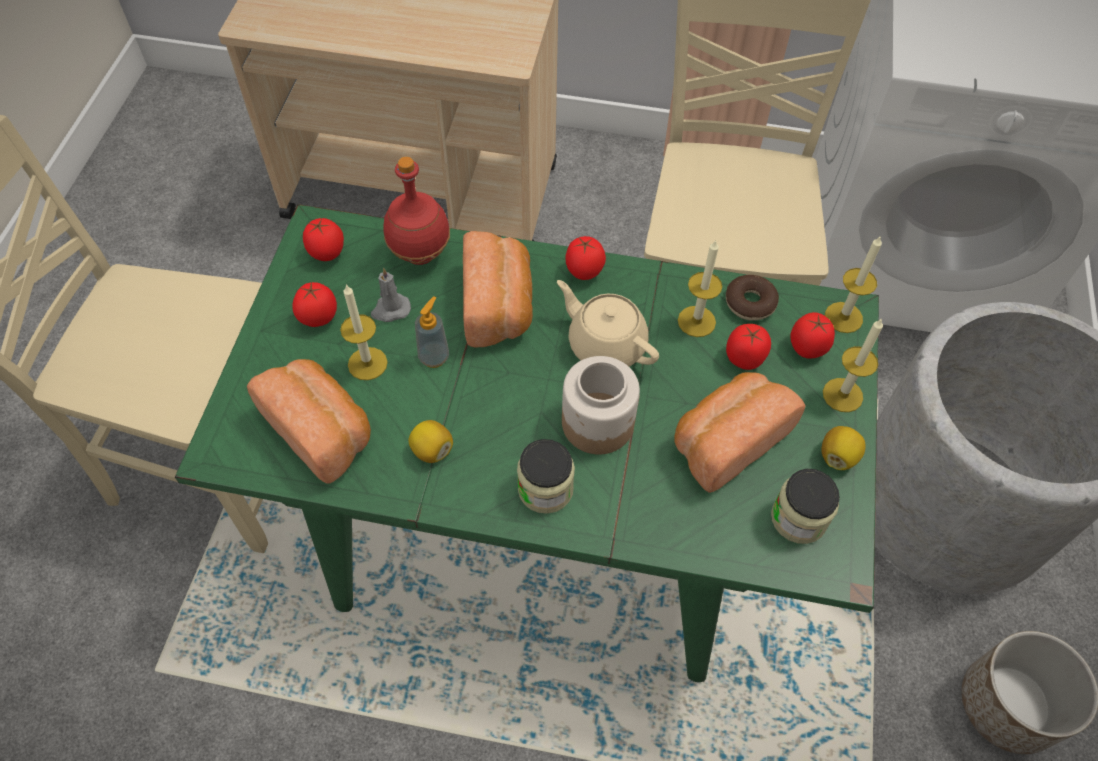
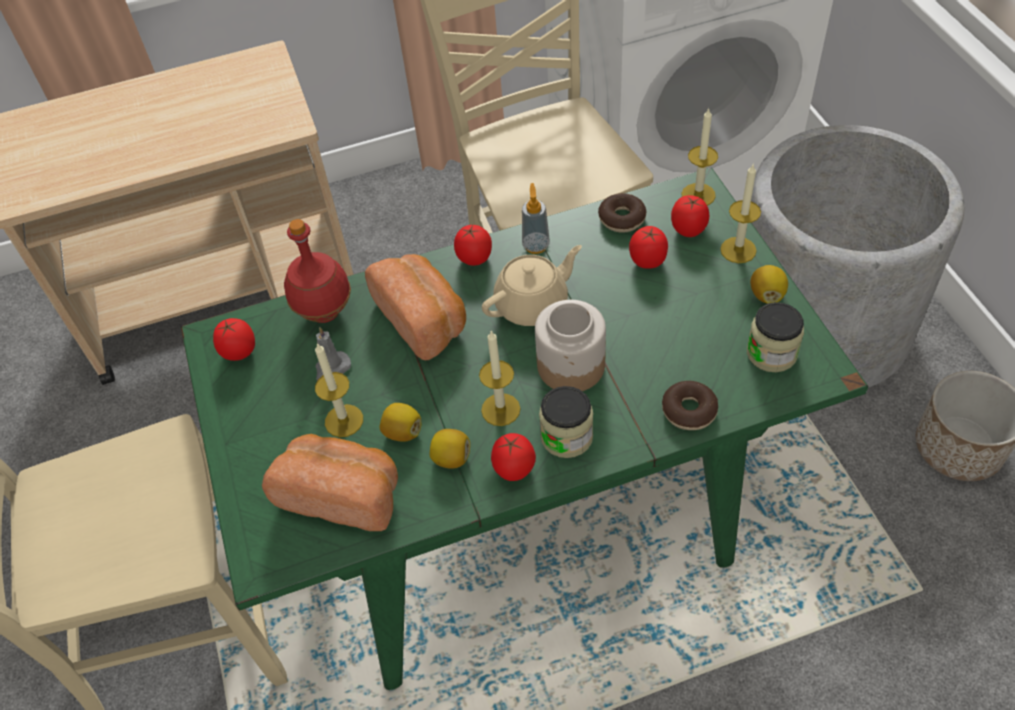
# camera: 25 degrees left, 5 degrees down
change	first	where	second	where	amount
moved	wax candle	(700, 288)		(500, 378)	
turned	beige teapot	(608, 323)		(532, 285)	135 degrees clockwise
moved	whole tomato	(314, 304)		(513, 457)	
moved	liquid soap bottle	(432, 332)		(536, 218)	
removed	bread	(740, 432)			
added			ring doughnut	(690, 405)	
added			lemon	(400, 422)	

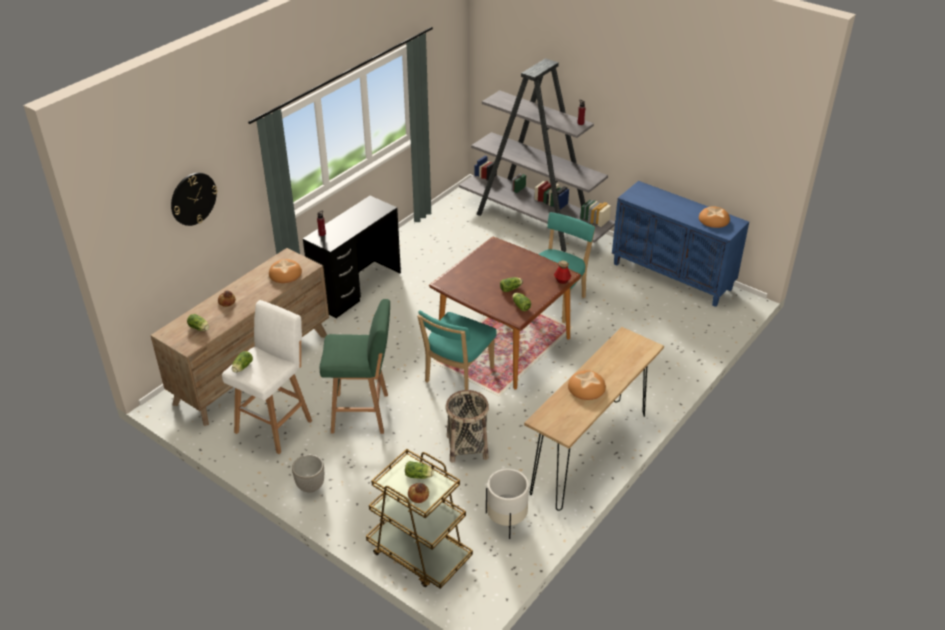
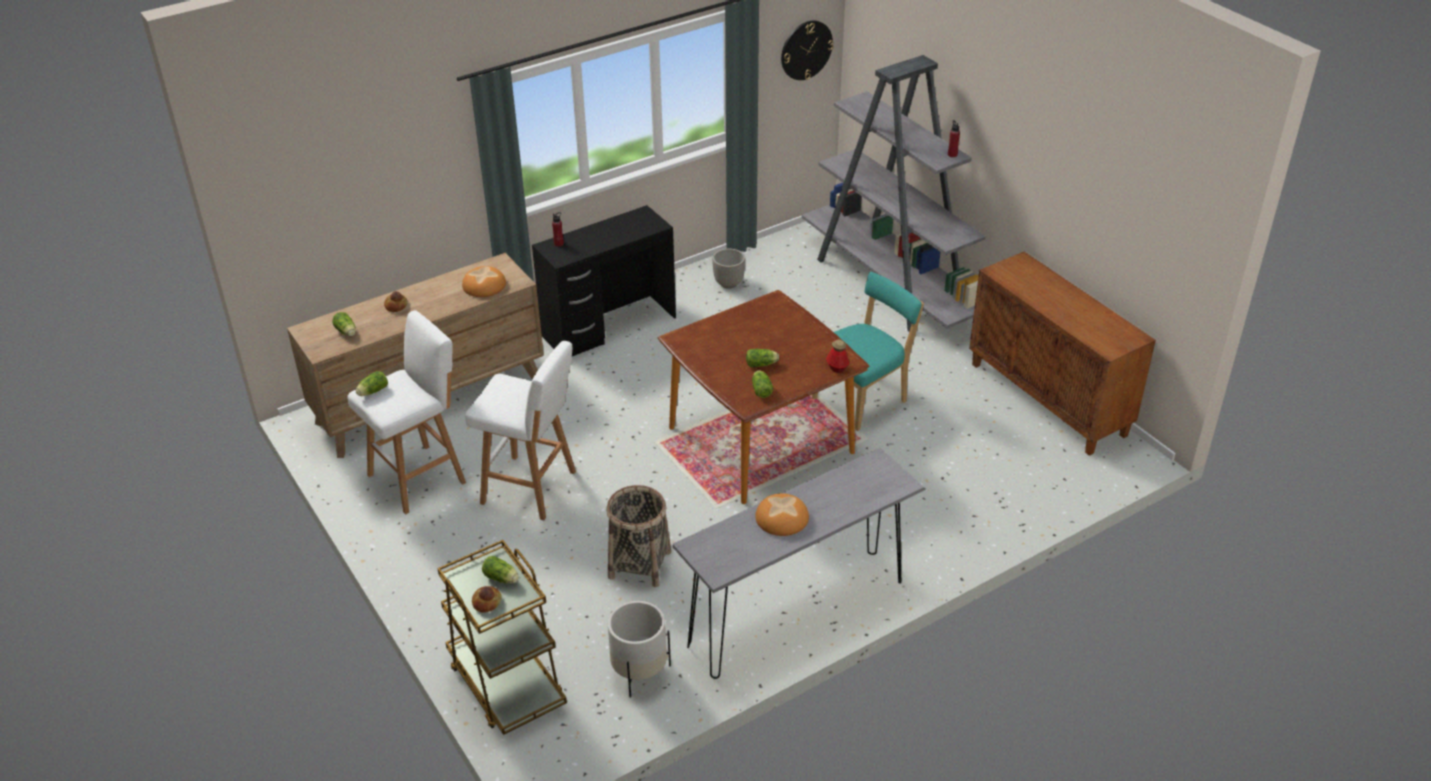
# camera: 20 degrees right, 0 degrees up
change	first	where	second	where	amount
moved	hanging clock	(194, 199)		(807, 50)	
recoloured	blue-coloured storage cabinet	(680, 244)	brown storage cabinet	(1062, 354)	
removed	bread	(714, 217)			
recoloured	greenish stool seat	(355, 366)	white-coloured stool seat	(520, 430)	
removed	turquoise plain chair	(457, 350)			
recoloured	brown console table	(594, 419)	greyish console table	(798, 563)	
moved	flower pot	(308, 473)		(729, 269)	

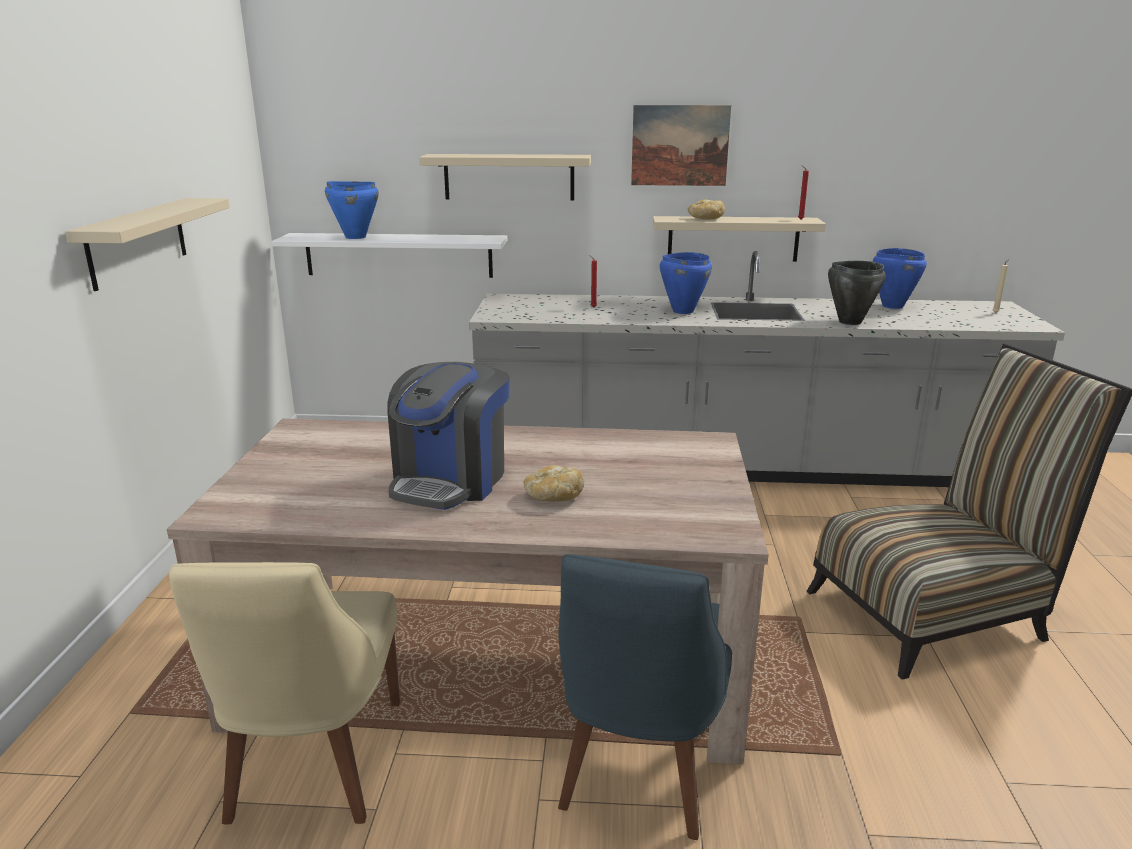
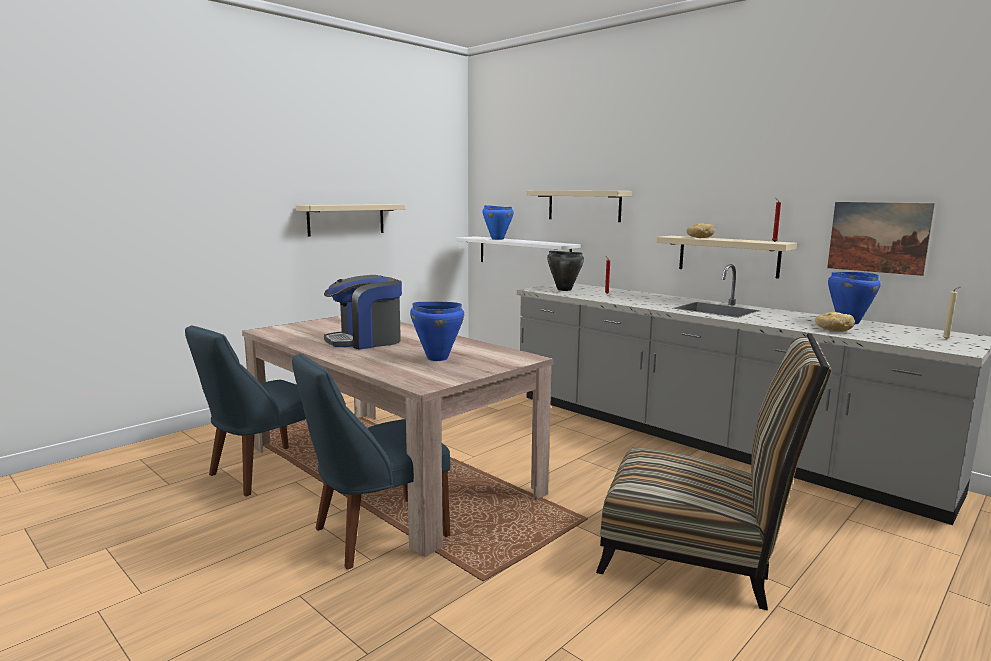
# camera: 40 degrees right, 10 degrees down
change	first	where	second	where	amount
moved	wall art	(681, 145)		(881, 239)	
moved	blue-coloured stockpot	(686, 283)		(437, 331)	
moved	blackish stockpot	(857, 293)		(565, 271)	
moved	bread	(554, 483)		(835, 321)	
recoloured	beige plain chair	(284, 693)	blue-coloured plain chair	(245, 410)	

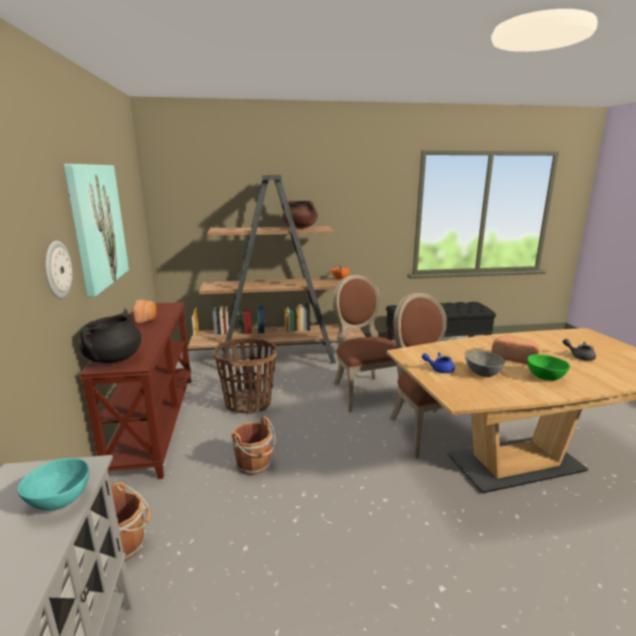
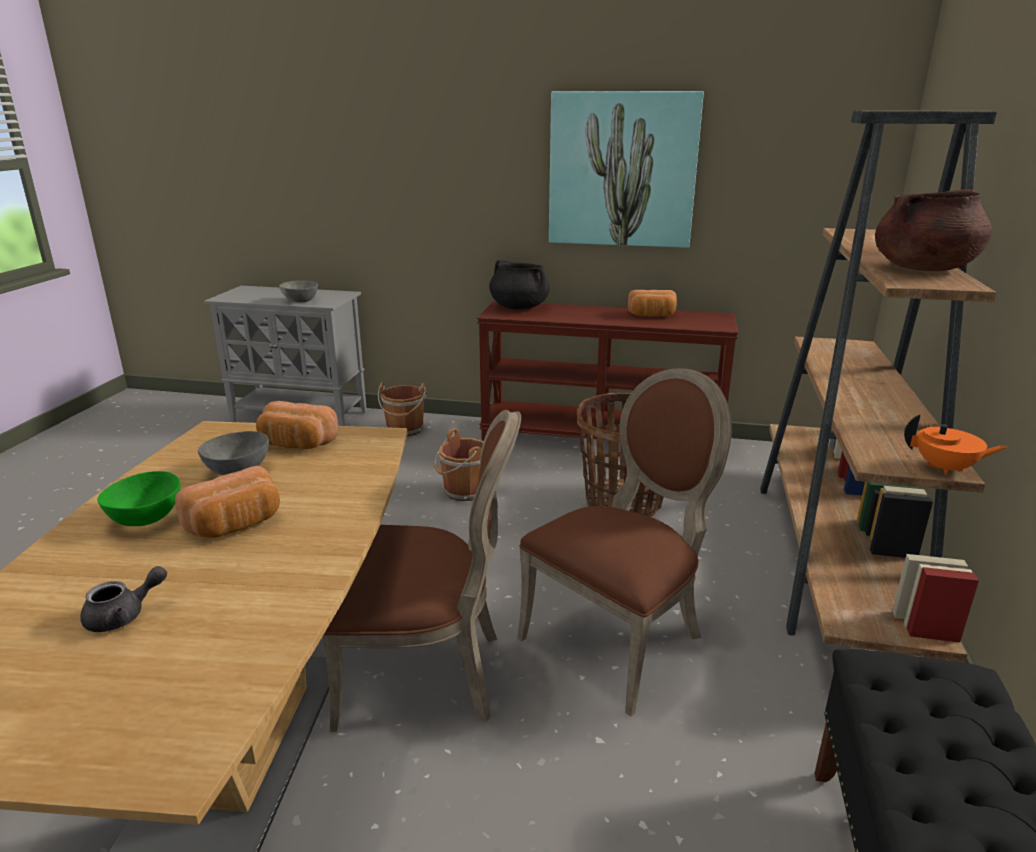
# camera: 110 degrees right, 5 degrees up
change	first	where	second	where	amount
removed	hanging clock	(59, 269)			
turned	brown plain chair	(369, 344)		(624, 542)	45 degrees counterclockwise
replaced	blue-coloured teapot	(438, 362)	bread	(297, 425)	
recoloured	turquoise deep dish	(53, 484)	greyish deep dish	(298, 291)	

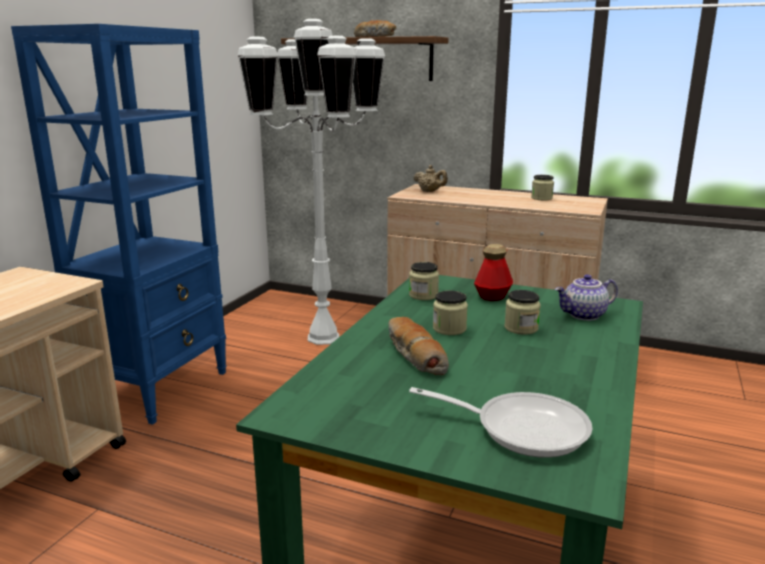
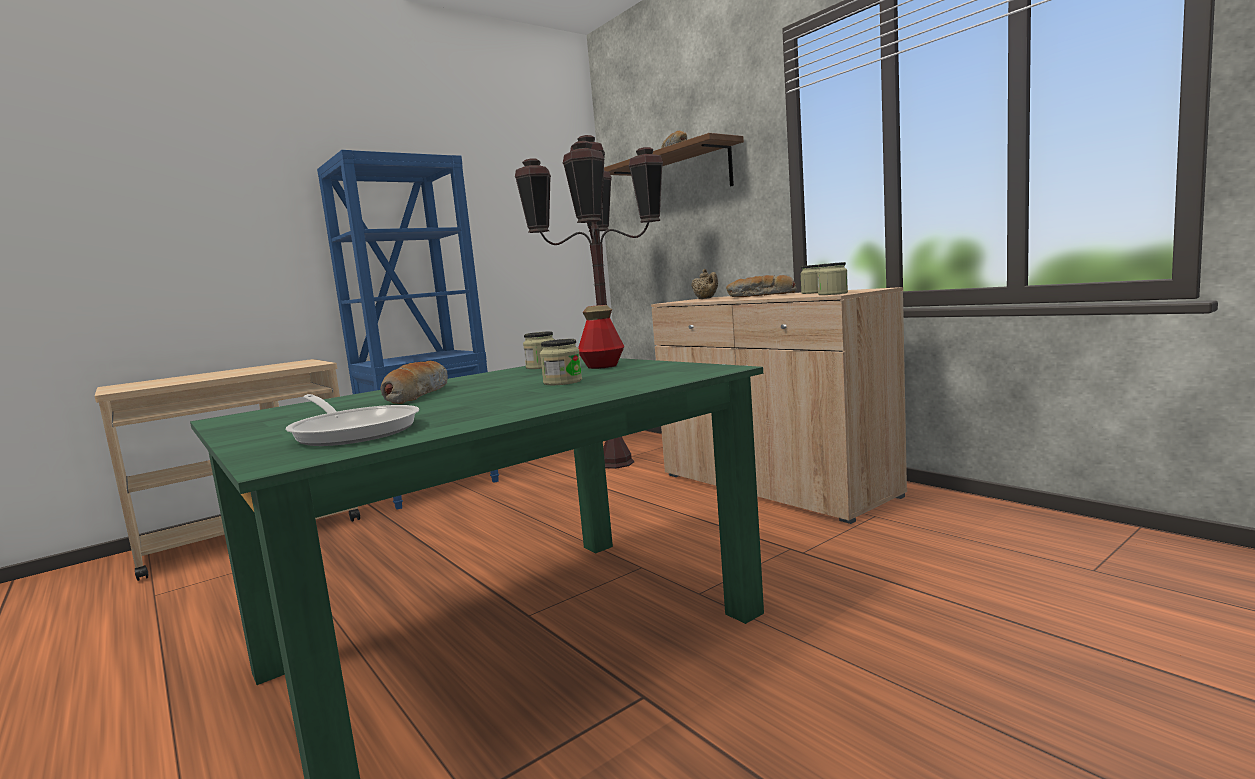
# camera: 30 degrees right, 10 degrees down
change	first	where	second	where	amount
recoloured	white-coloured floor lamp	(311, 182)	brown floor lamp	(589, 302)	
removed	teapot	(586, 297)			
moved	storage jar	(450, 313)		(832, 278)	
added			bread	(761, 286)	

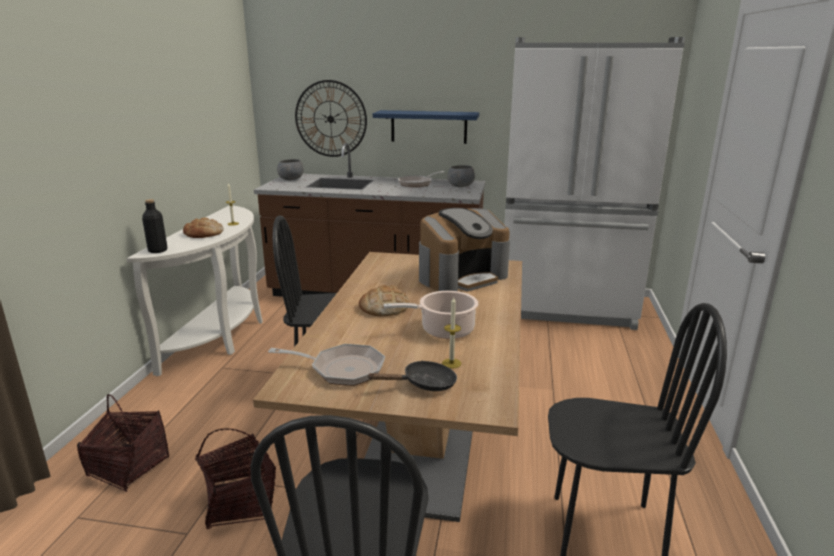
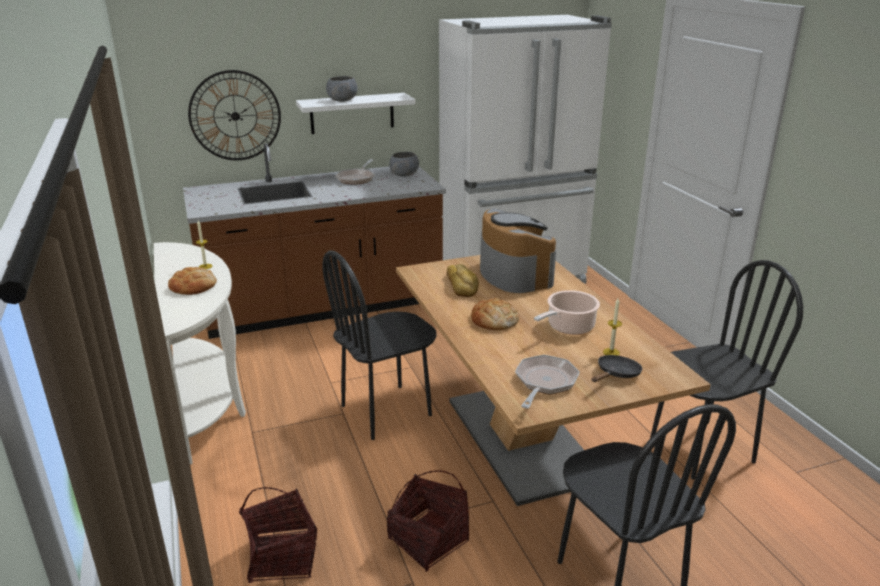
# camera: 30 degrees left, 5 degrees up
change	first	where	second	where	amount
recoloured	blue-coloured bracket shelf	(426, 127)	white-coloured bracket shelf	(356, 113)	
moved	greyish deep dish	(290, 169)		(341, 89)	
removed	blackish drink bottle	(154, 226)			
turned	coffee maker	(464, 250)		(518, 250)	45 degrees counterclockwise
turned	skillet	(326, 365)		(547, 382)	45 degrees counterclockwise
added			bread	(463, 280)	

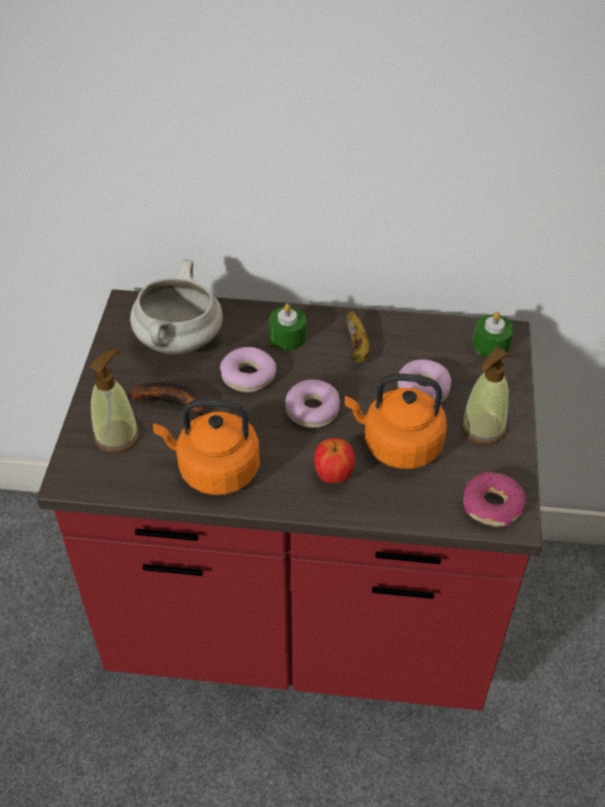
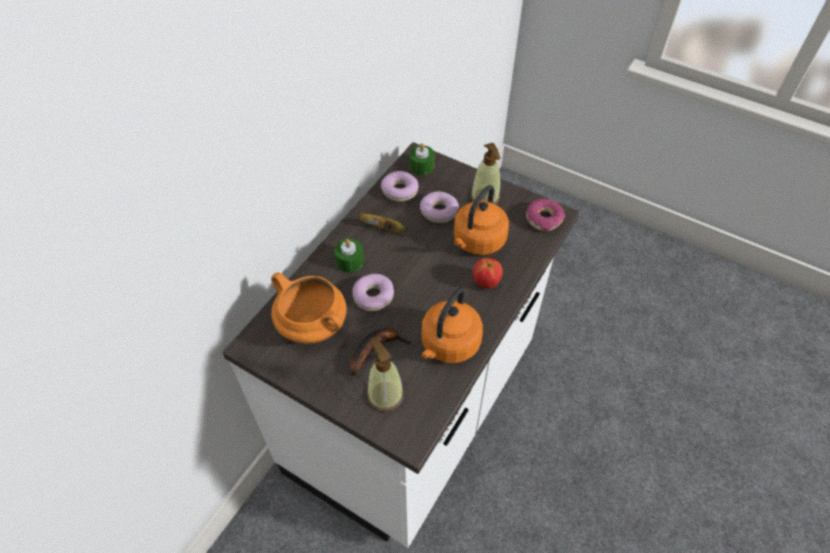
# camera: 65 degrees left, 5 degrees up
change	first	where	second	where	amount
recoloured	white-coloured stockpot	(176, 307)	orangey stockpot	(309, 308)	
recoloured	red counter	(289, 500)	white-coloured counter	(400, 345)	
moved	ring doughnut	(312, 404)		(399, 186)	

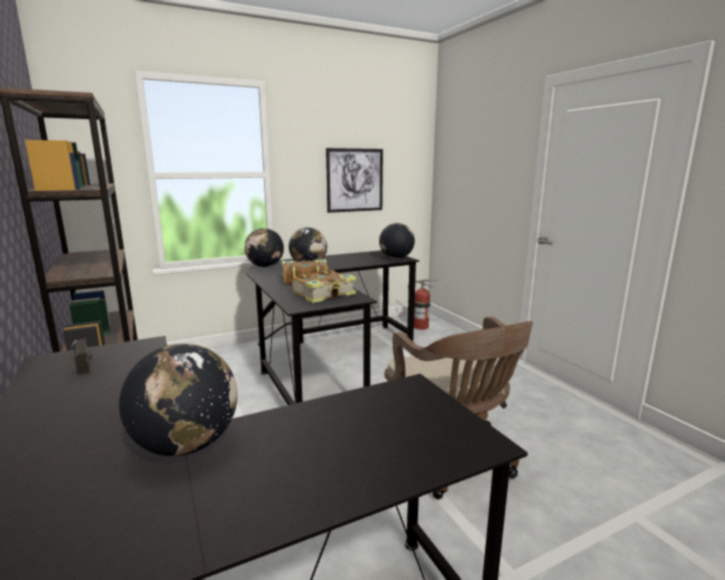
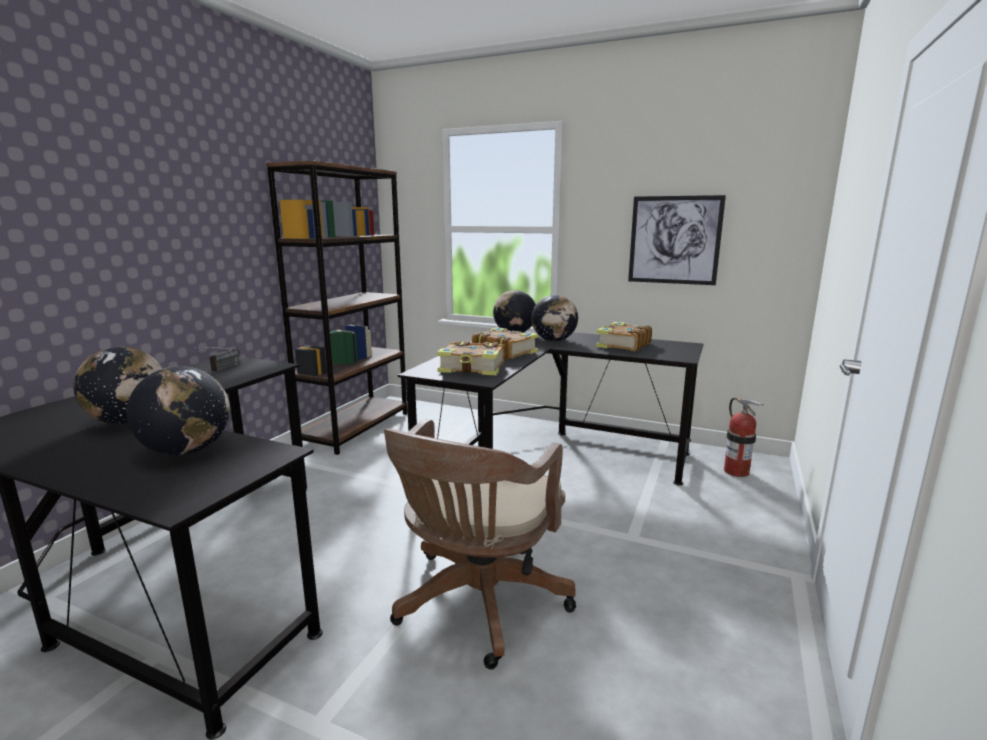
# camera: 50 degrees right, 0 degrees up
change	first	where	second	where	amount
moved	globe	(397, 241)		(178, 410)	
added			volume	(624, 337)	

